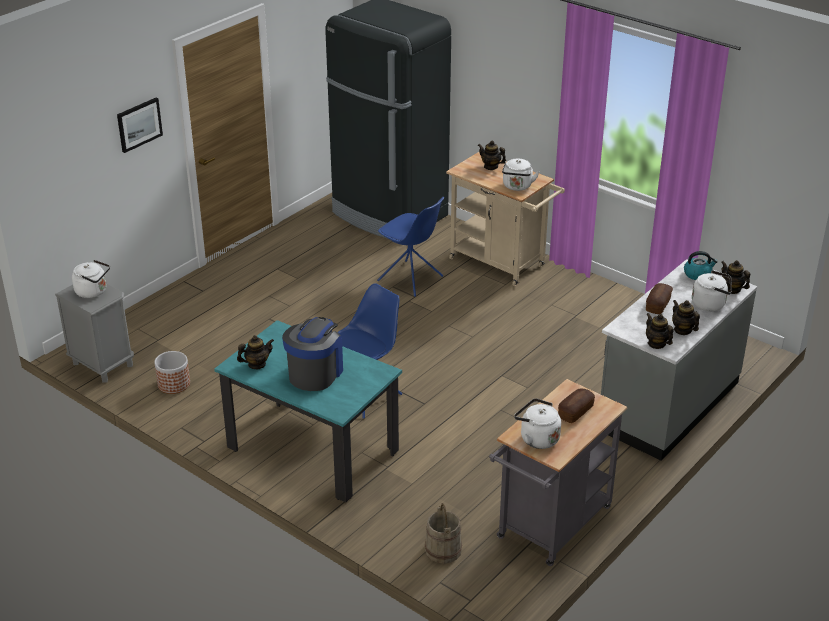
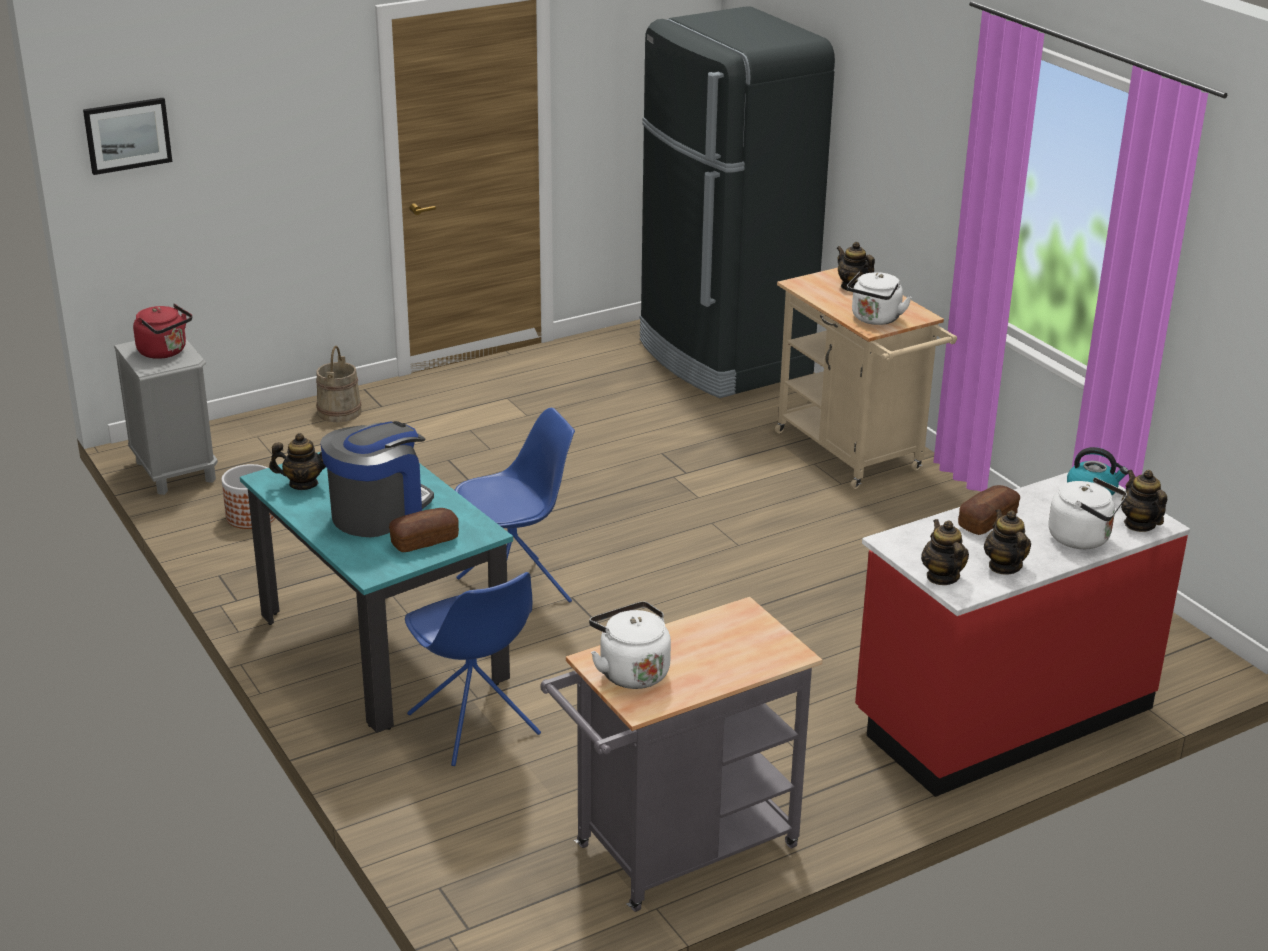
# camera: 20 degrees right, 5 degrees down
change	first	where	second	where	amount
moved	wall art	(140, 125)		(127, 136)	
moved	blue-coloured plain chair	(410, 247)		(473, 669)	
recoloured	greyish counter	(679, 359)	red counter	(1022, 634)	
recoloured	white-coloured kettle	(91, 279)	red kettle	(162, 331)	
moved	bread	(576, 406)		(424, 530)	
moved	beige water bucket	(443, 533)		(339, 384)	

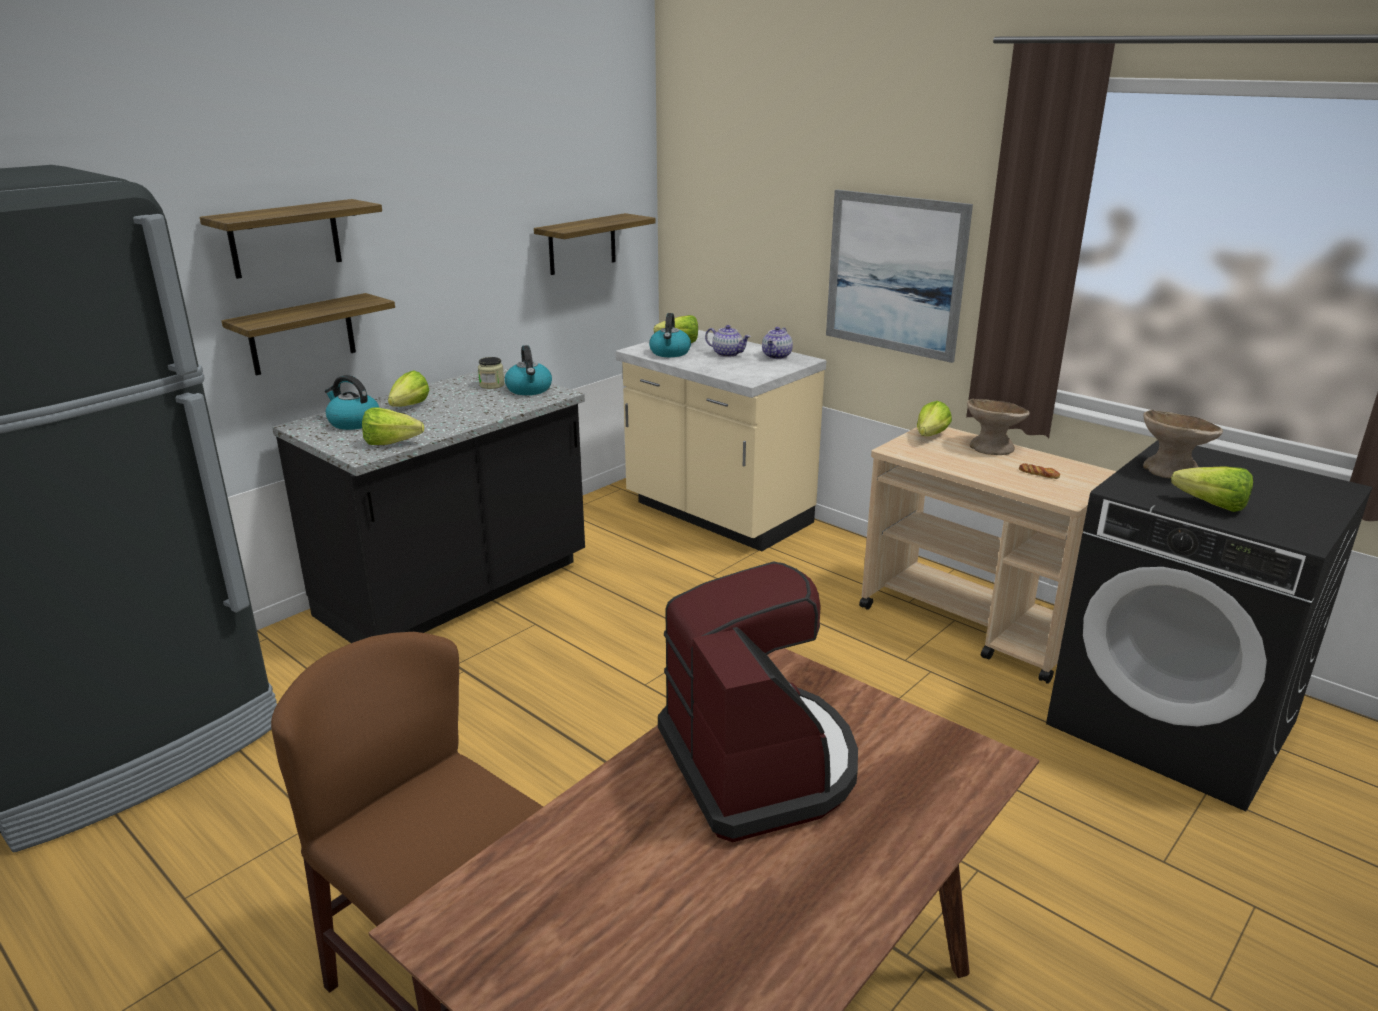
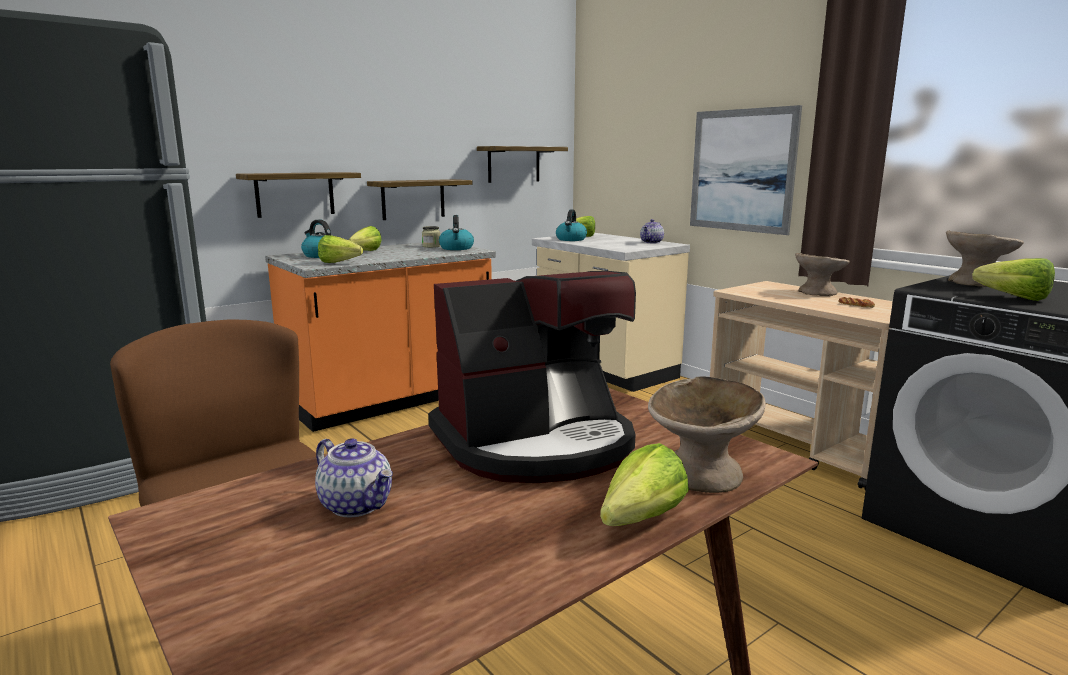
# camera: 10 degrees right, 10 degrees down
change	first	where	second	where	amount
moved	bracket shelf	(290, 239)		(419, 199)	
moved	teapot	(728, 341)		(354, 477)	
recoloured	blackish counter	(428, 505)	orangey counter	(380, 337)	
moved	head of lettuce	(934, 418)		(644, 484)	
turned	coffee maker	(758, 701)		(532, 377)	75 degrees clockwise
added			beige deep dish	(707, 434)	

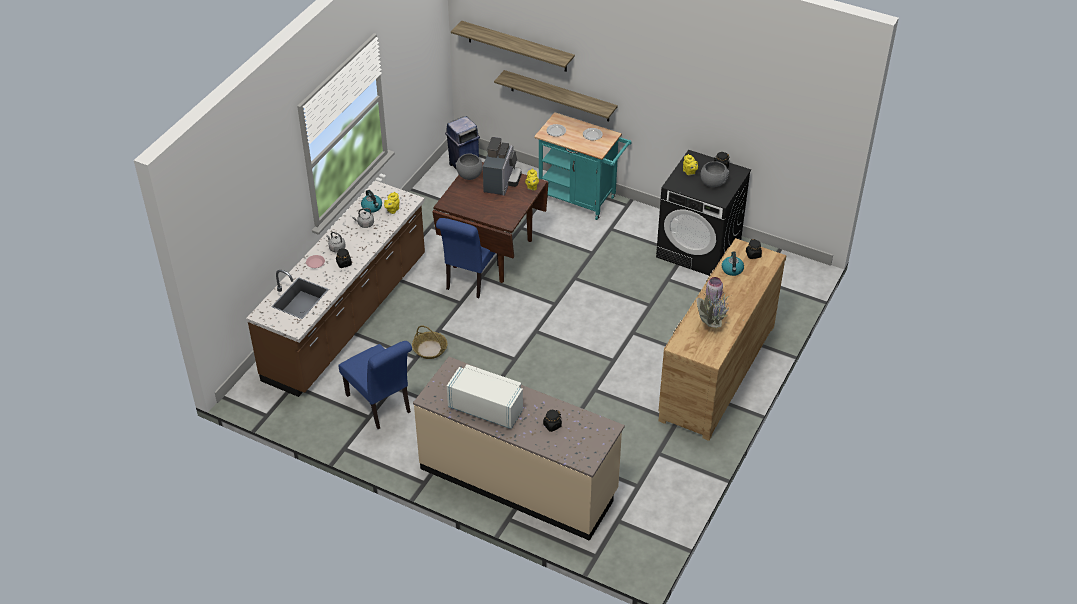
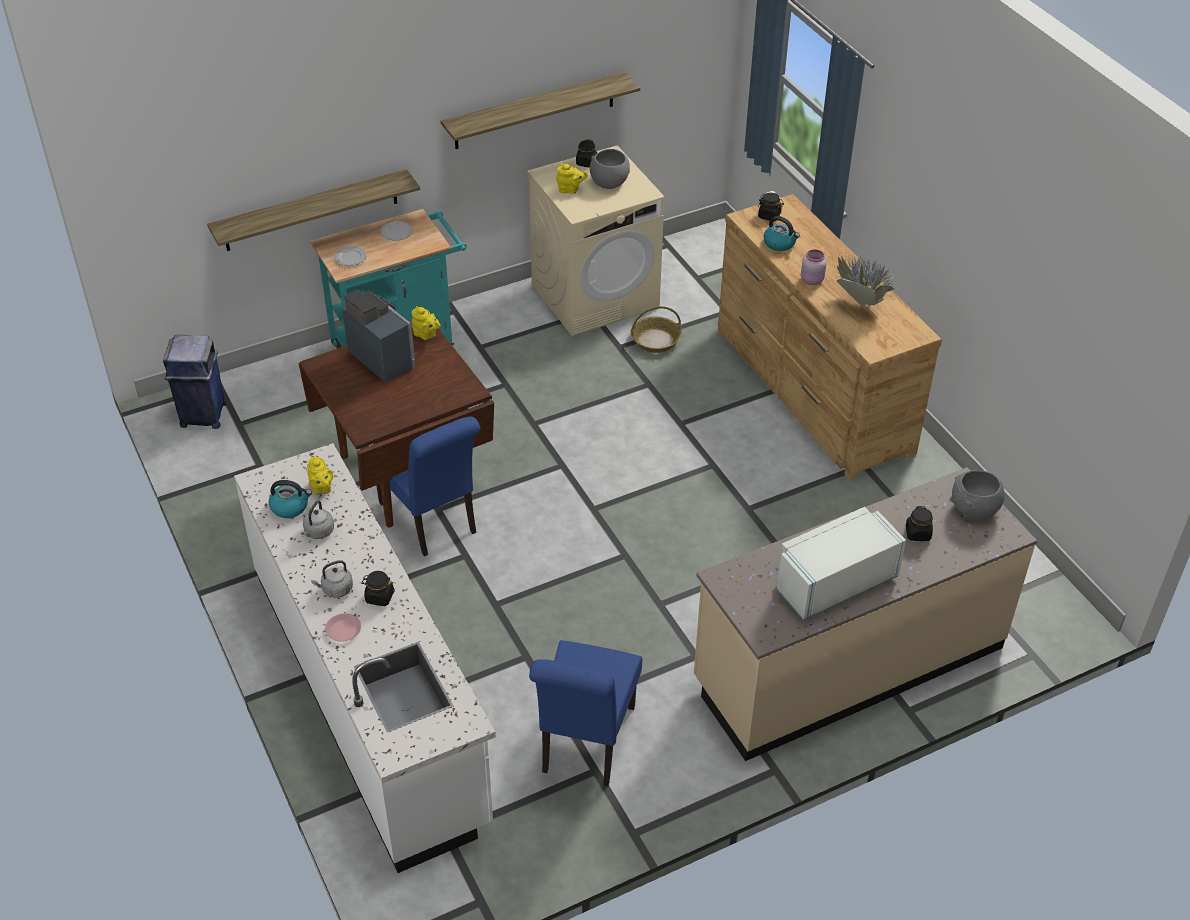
# camera: 55 degrees left, 0 degrees up
change	first	where	second	where	amount
moved	bracket shelf	(513, 46)		(540, 110)	
recoloured	blackish laundry machine	(703, 212)	beige laundry machine	(595, 240)	
moved	greyish deep dish	(469, 166)		(977, 494)	
recoloured	brown counter	(335, 288)	white-coloured counter	(365, 658)	
moved	household basket	(430, 342)		(656, 329)	
turned	blue-coloured plain chair	(375, 385)		(585, 713)	105 degrees clockwise

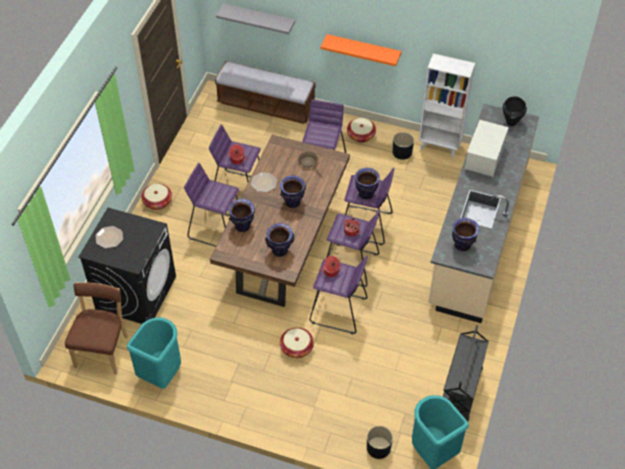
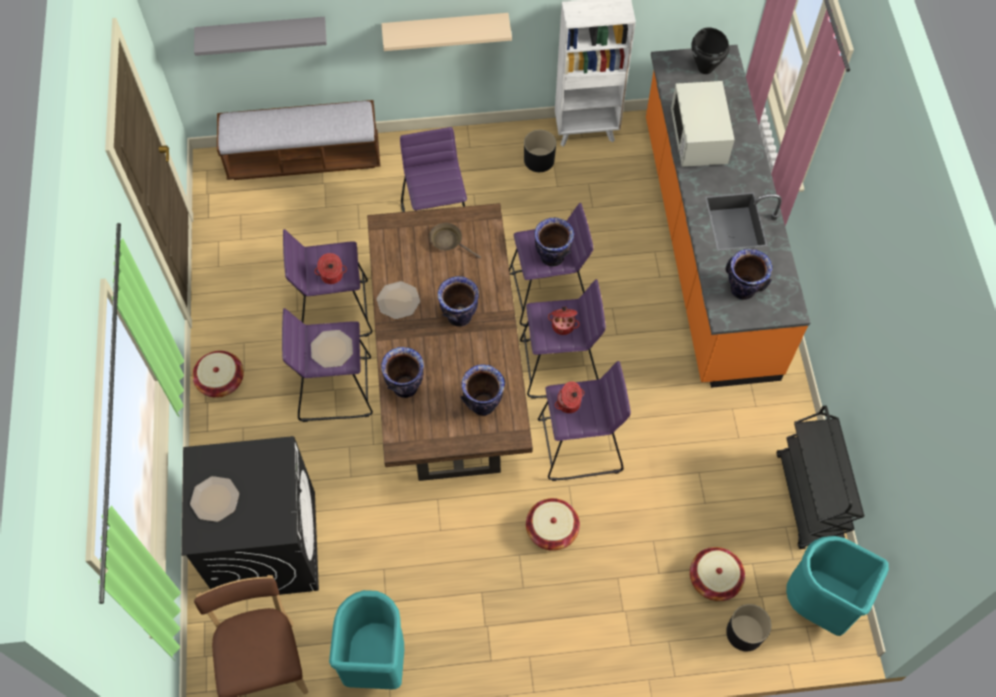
# camera: 25 degrees left, 10 degrees up
change	first	where	second	where	amount
recoloured	orangey bracket shelf	(361, 50)	beige bracket shelf	(446, 32)	
recoloured	beige counter	(483, 213)	orangey counter	(728, 216)	
moved	household basket	(361, 130)		(717, 574)	
added			plate	(332, 349)	

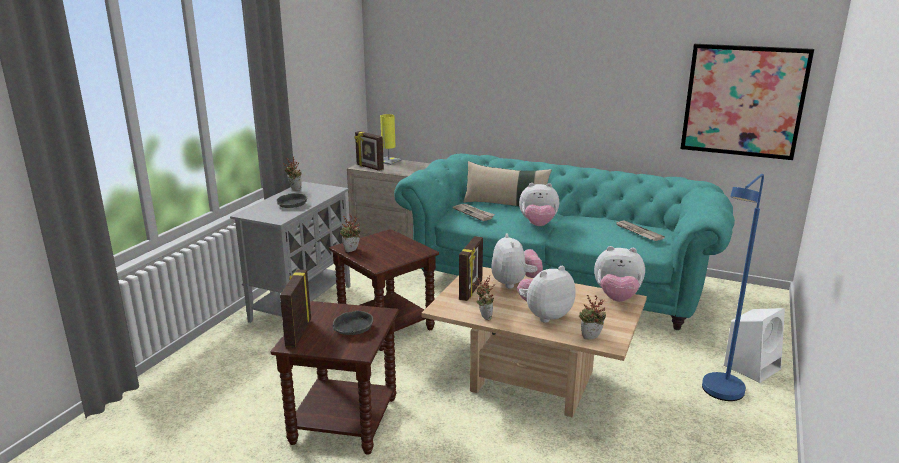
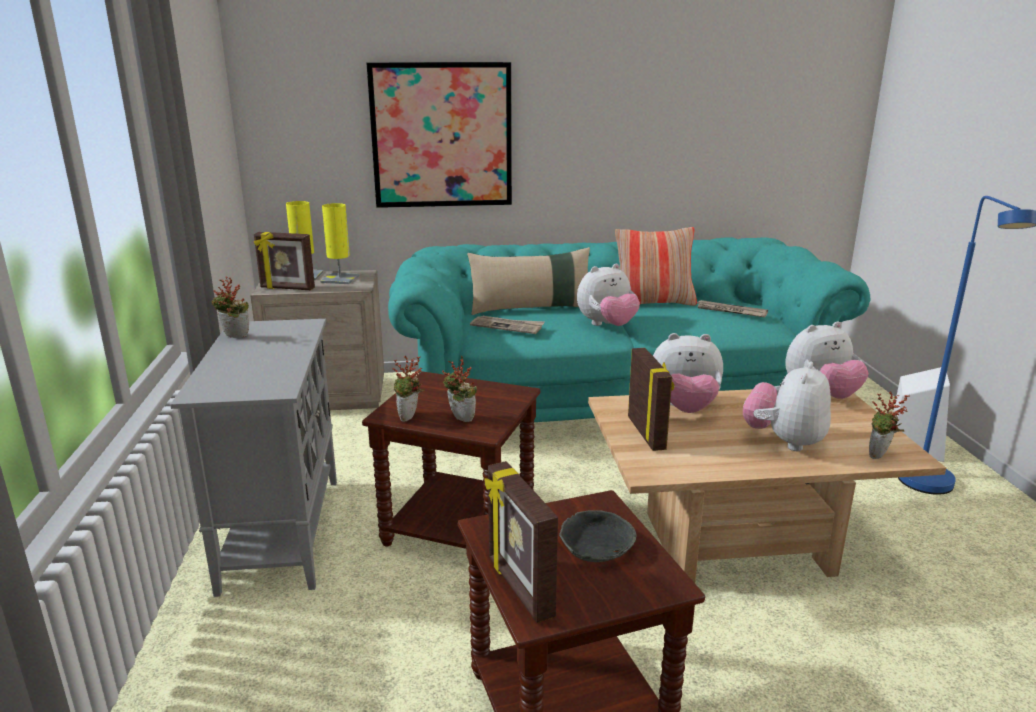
# camera: 30 degrees left, 0 degrees up
change	first	where	second	where	amount
moved	wall art	(747, 102)		(439, 135)	
removed	greyish deep dish	(291, 200)			
turned	plush toy	(517, 260)		(688, 373)	135 degrees clockwise
moved	houseplant	(483, 298)		(459, 389)	
added			yellowish tabletop lamp	(340, 243)	
added			pillow	(656, 266)	

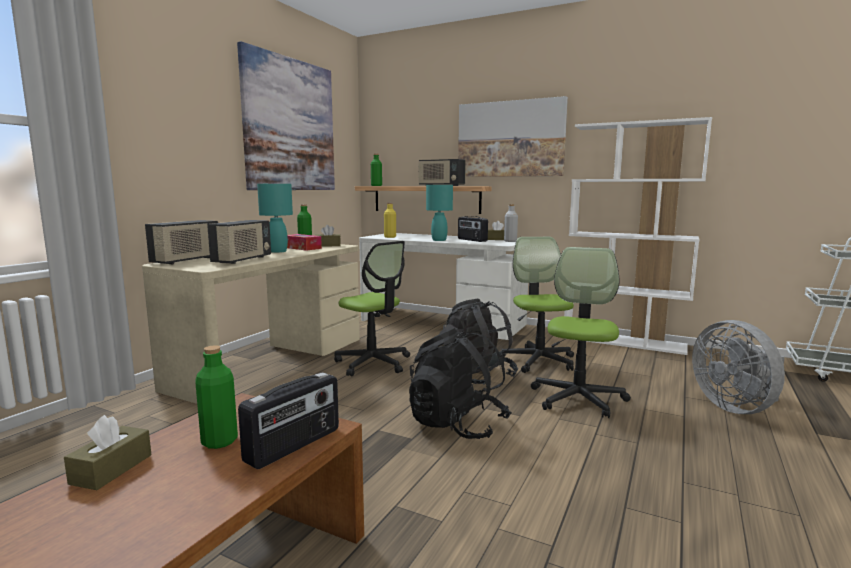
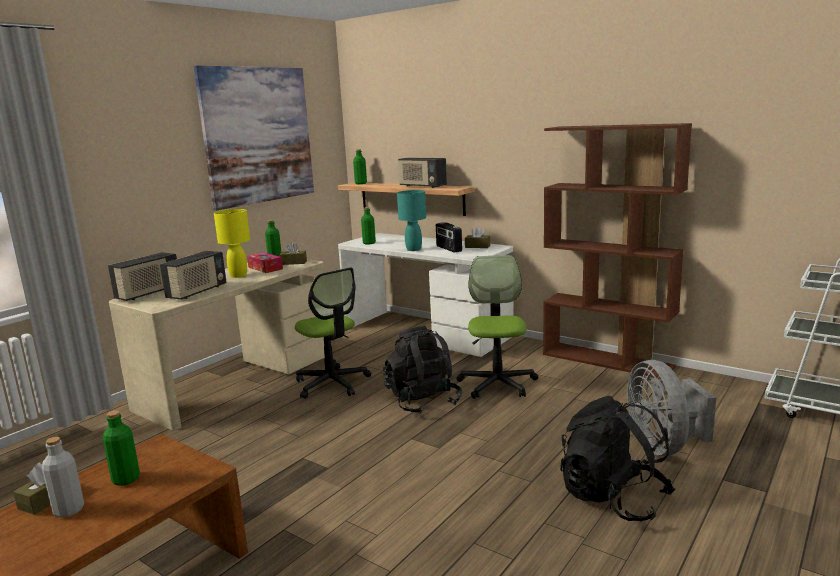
# camera: 10 degrees right, 5 degrees up
change	first	where	second	where	amount
removed	wall art	(513, 136)			
recoloured	white-coloured shelving unit	(638, 236)	brown shelving unit	(617, 251)	
recoloured	turquoise tabletop lamp	(275, 218)	yellowish tabletop lamp	(232, 243)	
recoloured	yellowish drink bottle	(390, 220)	greenish drink bottle	(368, 226)	
moved	greyish drink bottle	(511, 223)		(63, 477)	
removed	desk chair	(581, 332)			
moved	blackish knapsack	(460, 383)		(617, 458)	
removed	radio set	(288, 420)			

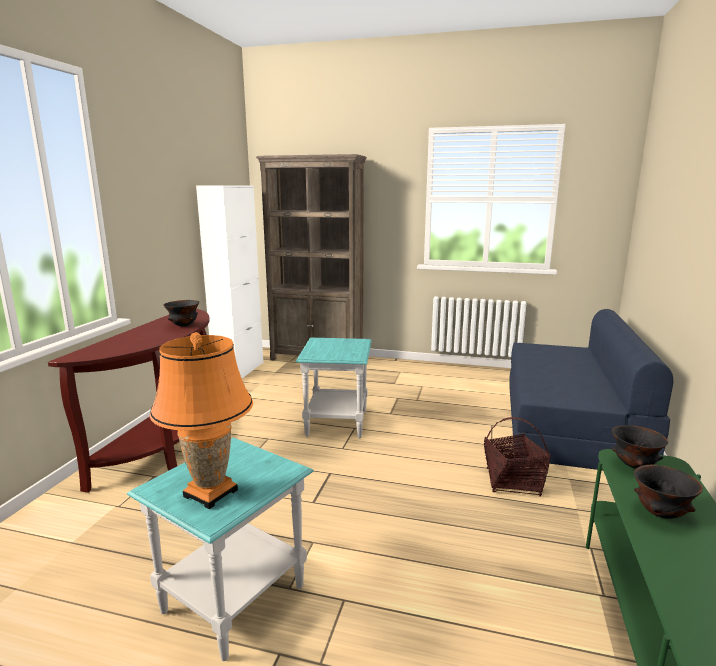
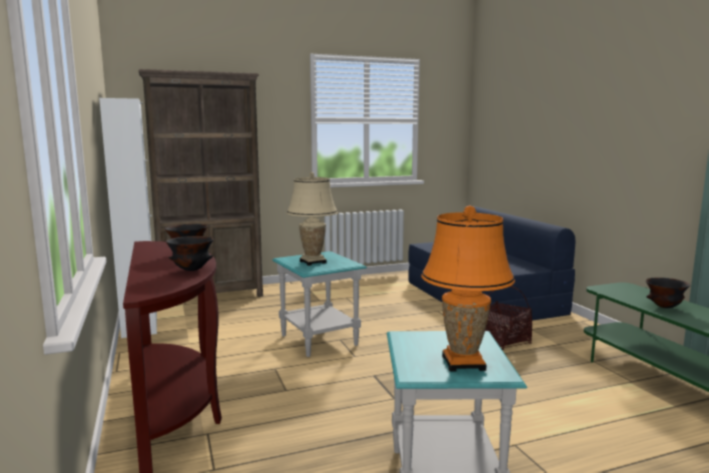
# camera: 35 degrees left, 5 degrees down
change	first	where	second	where	amount
moved	blackish deep dish	(639, 447)		(190, 253)	
added			beige tabletop lamp	(312, 219)	

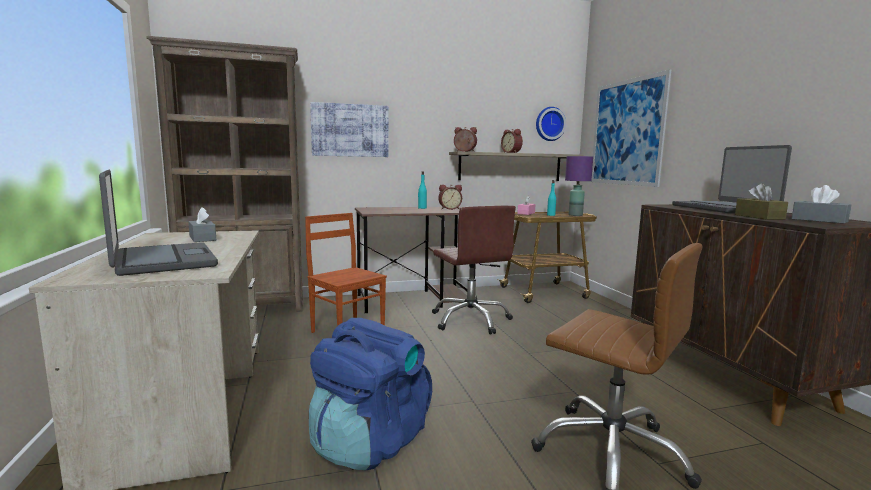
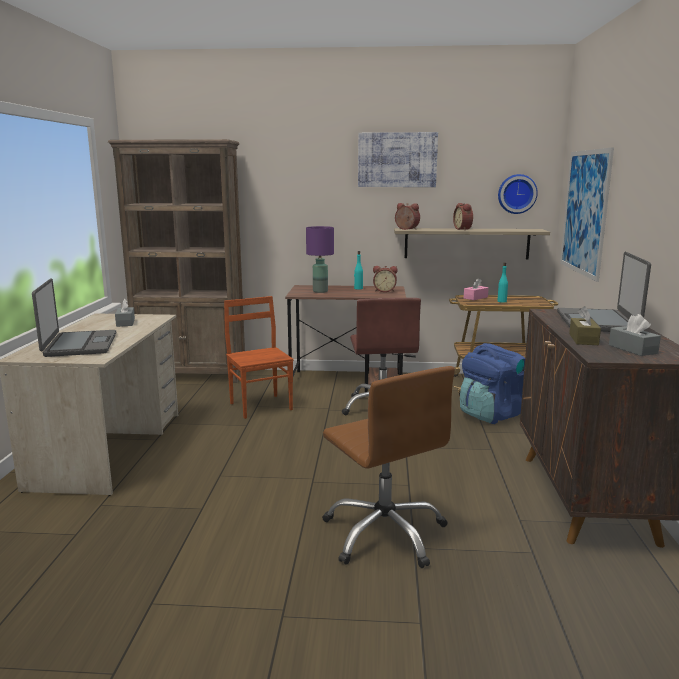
# camera: 20 degrees right, 5 degrees up
change	first	where	second	where	amount
moved	wall art	(349, 129)		(398, 159)	
moved	purplish tabletop lamp	(579, 186)		(320, 259)	
moved	blue-coloured knapsack	(370, 394)		(492, 383)	

